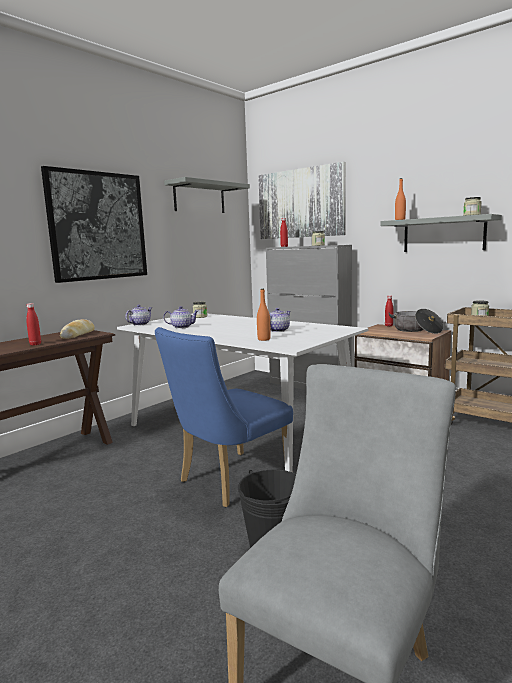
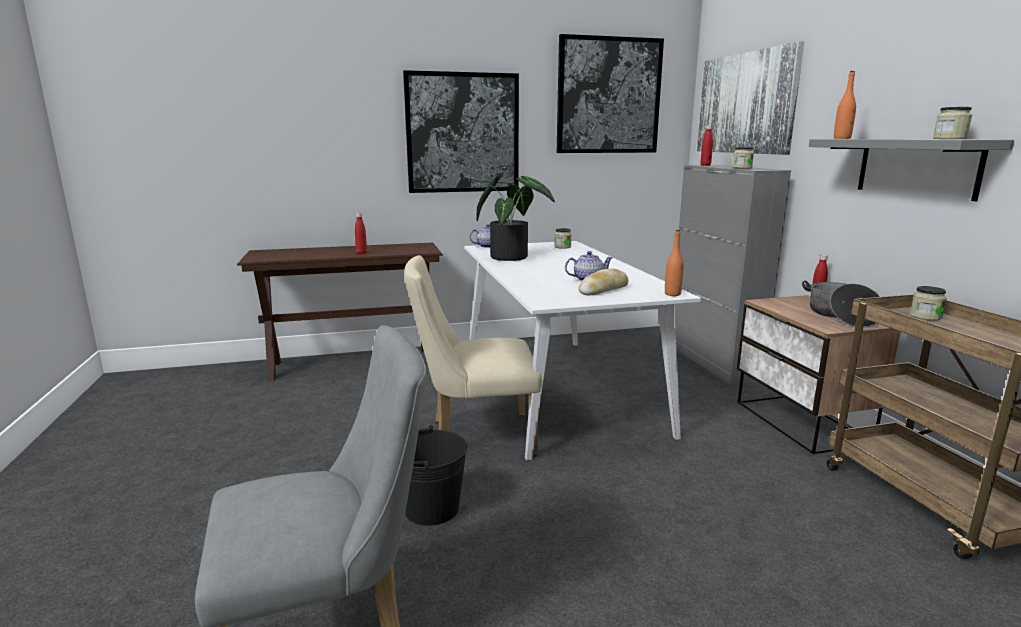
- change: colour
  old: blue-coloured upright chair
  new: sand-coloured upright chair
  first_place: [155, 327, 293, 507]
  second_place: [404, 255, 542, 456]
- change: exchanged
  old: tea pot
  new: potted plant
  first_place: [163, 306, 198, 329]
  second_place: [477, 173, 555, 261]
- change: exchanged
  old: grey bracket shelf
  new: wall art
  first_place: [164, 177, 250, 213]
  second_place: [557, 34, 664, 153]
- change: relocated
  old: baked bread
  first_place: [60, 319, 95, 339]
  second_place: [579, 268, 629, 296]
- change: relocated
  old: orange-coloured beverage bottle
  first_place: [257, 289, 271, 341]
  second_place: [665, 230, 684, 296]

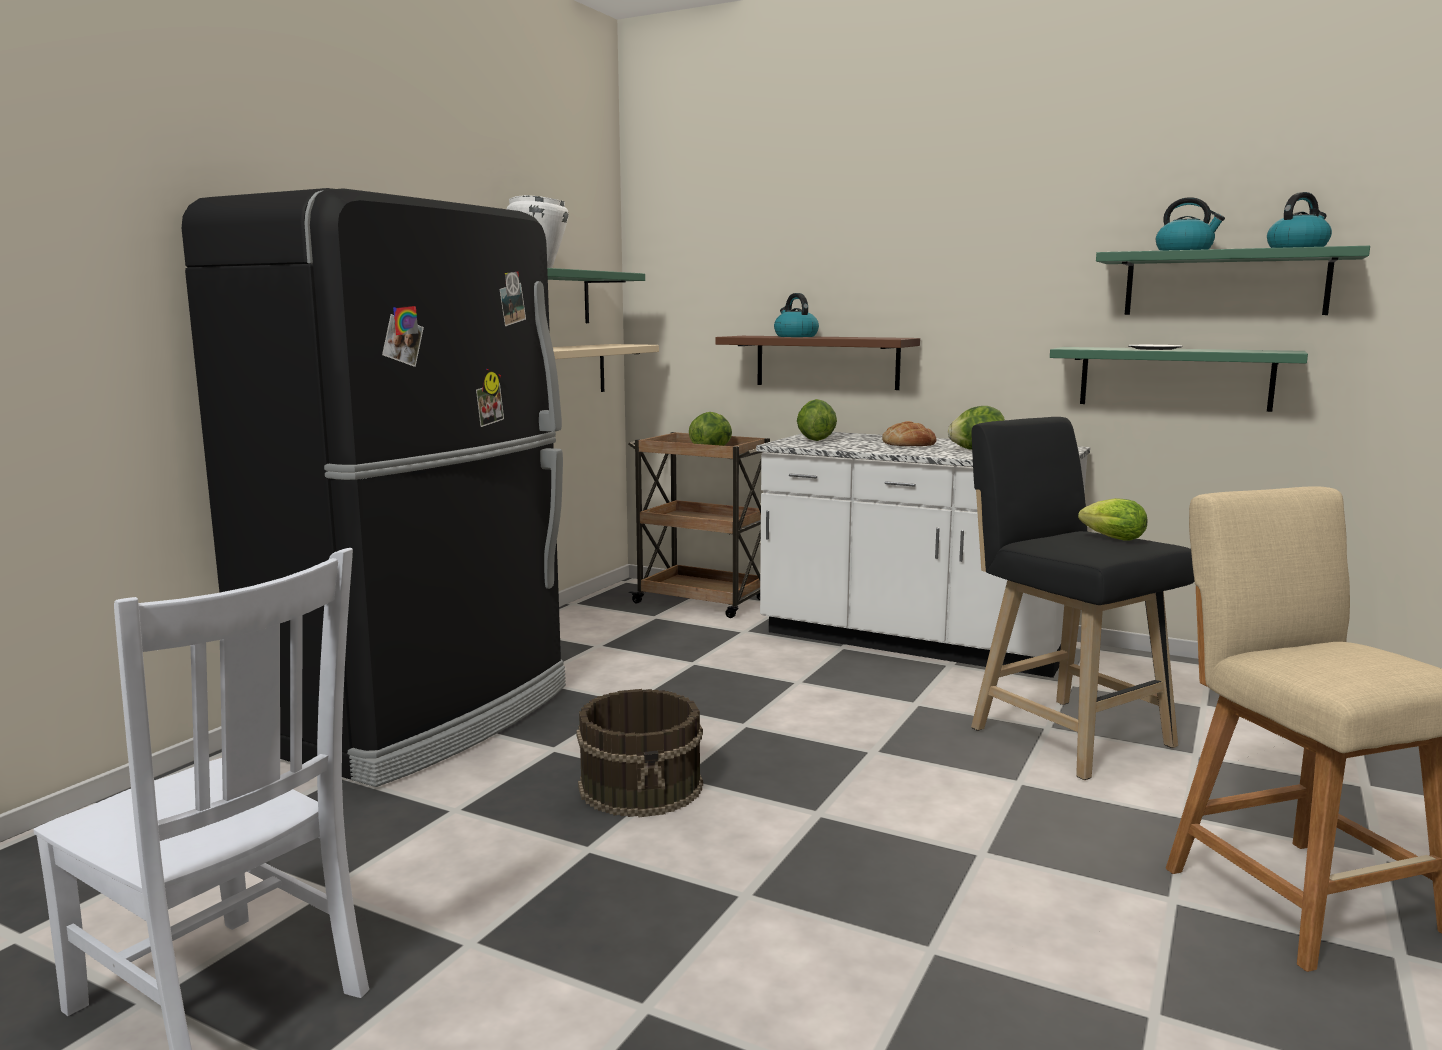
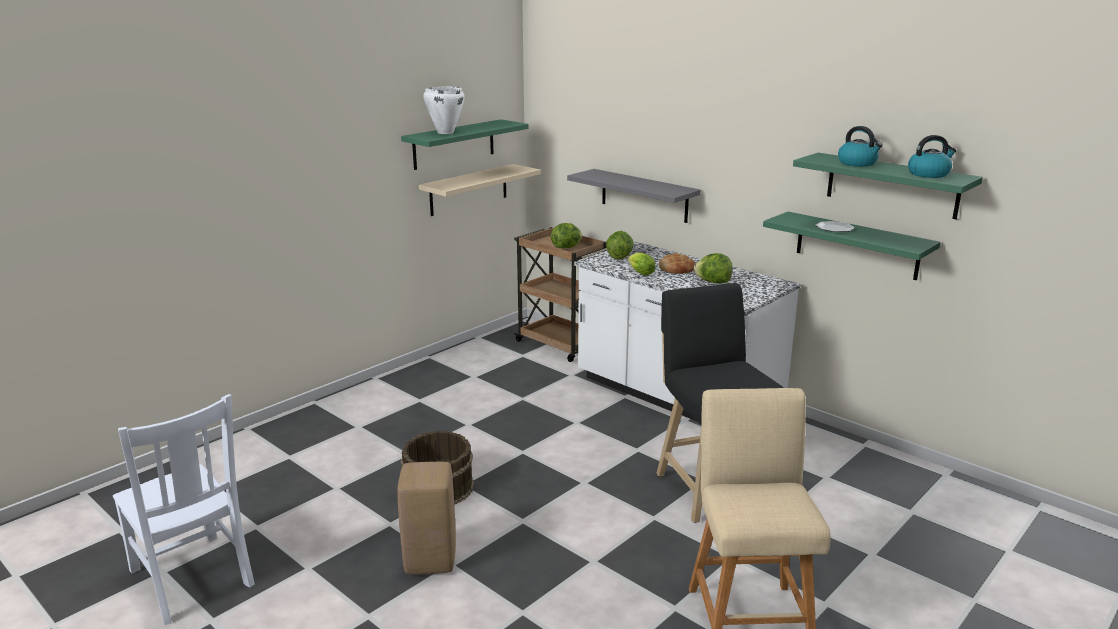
- change: appeared
  new: sand-coloured stool
  second_place: [397, 462, 456, 574]
- change: colour
  old: brown bracket shelf
  new: grey bracket shelf
  first_place: [715, 336, 920, 390]
  second_place: [567, 169, 701, 223]
- change: relocated
  old: lettuce head
  first_place: [1078, 498, 1147, 541]
  second_place: [628, 253, 655, 275]
- change: missing
  old: blackish refrigerator
  first_place: [182, 188, 566, 787]
- change: missing
  old: kettle
  first_place: [774, 293, 819, 337]

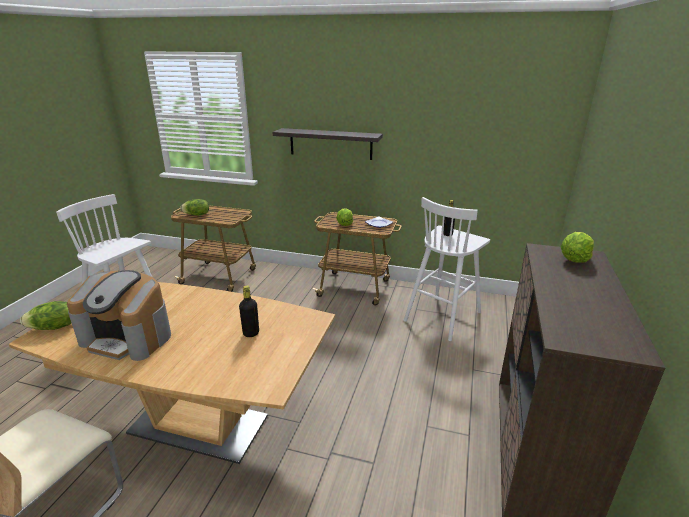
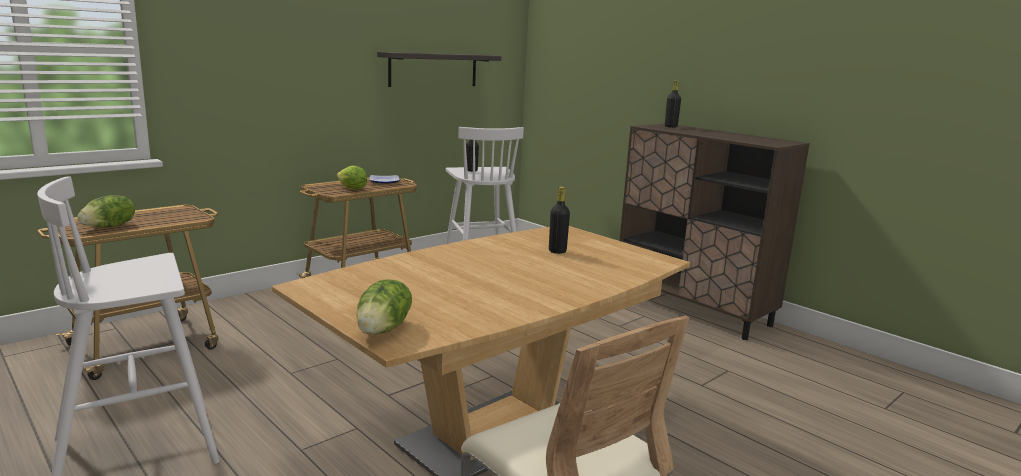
- change: relocated
  old: bracket shelf
  first_place: [273, 128, 383, 160]
  second_place: [377, 52, 501, 87]
- change: exchanged
  old: lettuce head
  new: blackish beverage bottle
  first_place: [561, 232, 594, 263]
  second_place: [665, 80, 681, 128]
- change: missing
  old: coffee machine
  first_place: [67, 270, 171, 361]

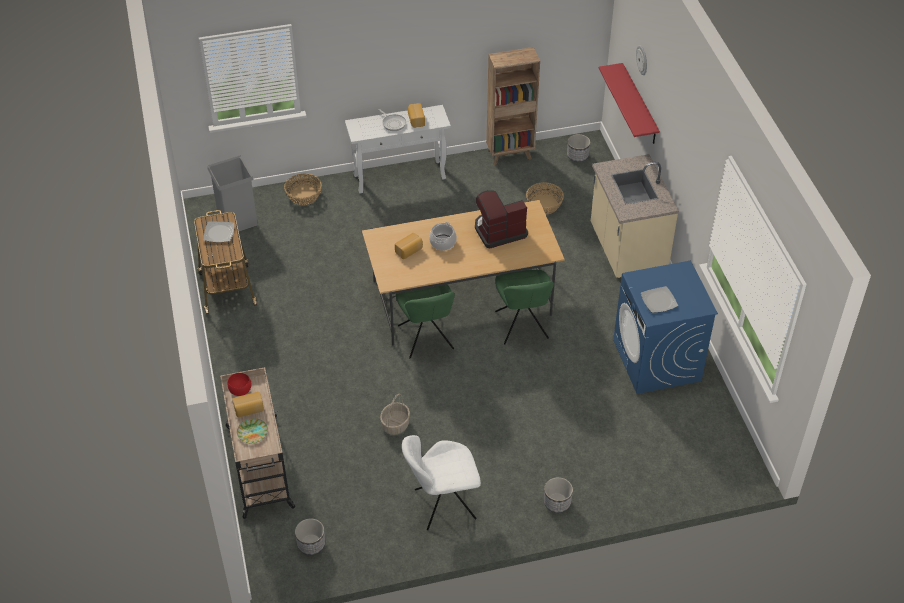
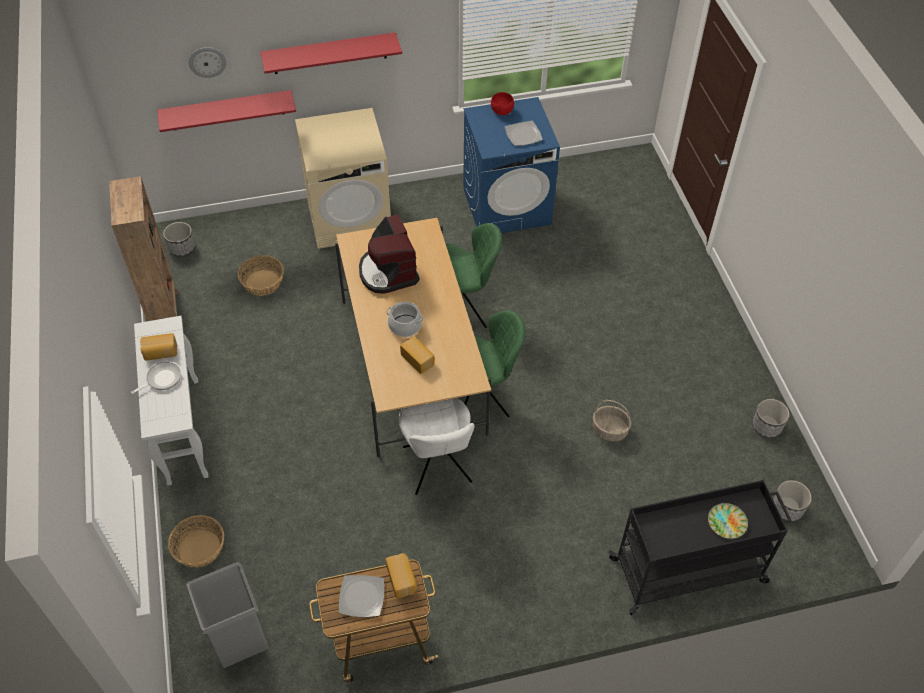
- change: appeared
  new: reddish bracket shelf
  second_place: [260, 32, 402, 74]
- change: exchanged
  old: sand-coloured kitchen counter
  new: sand-coloured laundry machine
  first_place: [591, 154, 679, 278]
  second_place: [295, 108, 391, 249]
- change: relocated
  old: baked bread
  first_place: [233, 392, 264, 417]
  second_place: [386, 553, 417, 598]
- change: relocated
  old: whitish upright chair
  first_place: [402, 435, 481, 530]
  second_place: [399, 398, 475, 495]
- change: relocated
  old: reddish bowl
  first_place: [228, 373, 251, 396]
  second_place: [491, 92, 514, 115]
- change: colour
  old: sand-coloured cart
  new: blackish cart
  first_place: [220, 367, 295, 519]
  second_place: [609, 480, 792, 616]
- change: relocated
  old: planter
  first_place: [544, 477, 573, 513]
  second_place: [752, 399, 790, 438]

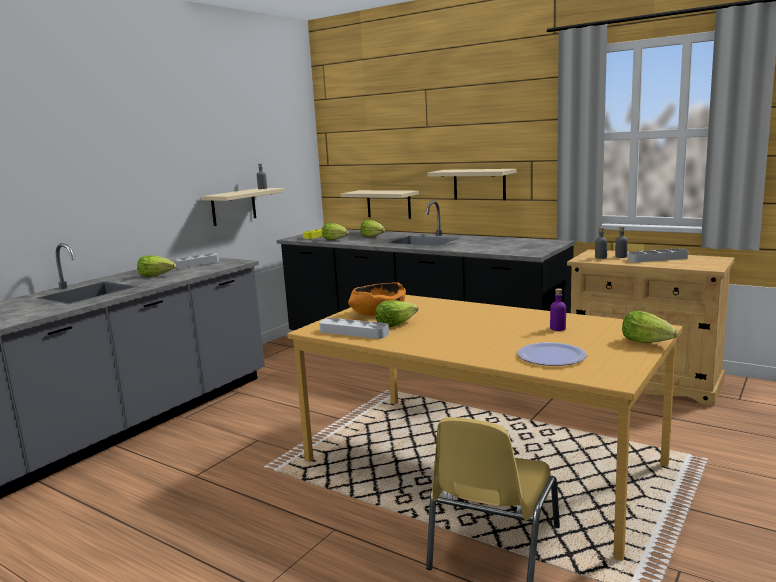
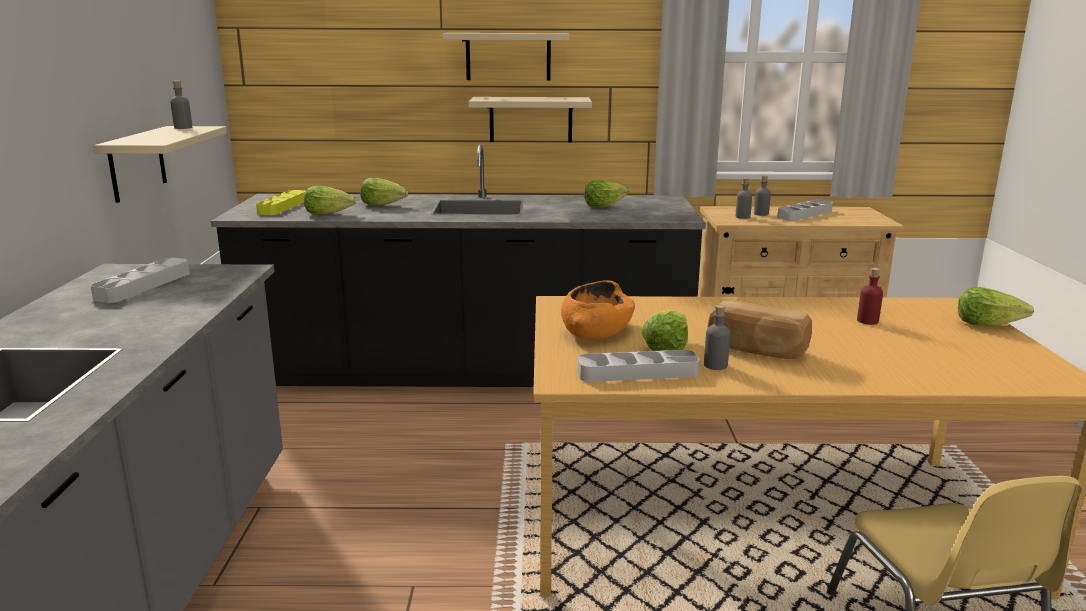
- change: relocated
  old: sand-coloured bracket shelf
  first_place: [341, 190, 419, 219]
  second_place: [443, 33, 569, 81]
- change: relocated
  old: lettuce head
  first_place: [137, 255, 176, 277]
  second_place: [584, 180, 628, 208]
- change: appeared
  new: grey beverage bottle
  second_place: [704, 305, 730, 370]
- change: appeared
  new: baked bread
  second_place: [708, 299, 812, 359]
- change: colour
  old: purple beverage bottle
  new: reddish beverage bottle
  first_place: [550, 288, 566, 331]
  second_place: [857, 268, 883, 325]
- change: missing
  old: flat dish
  first_place: [517, 342, 587, 366]

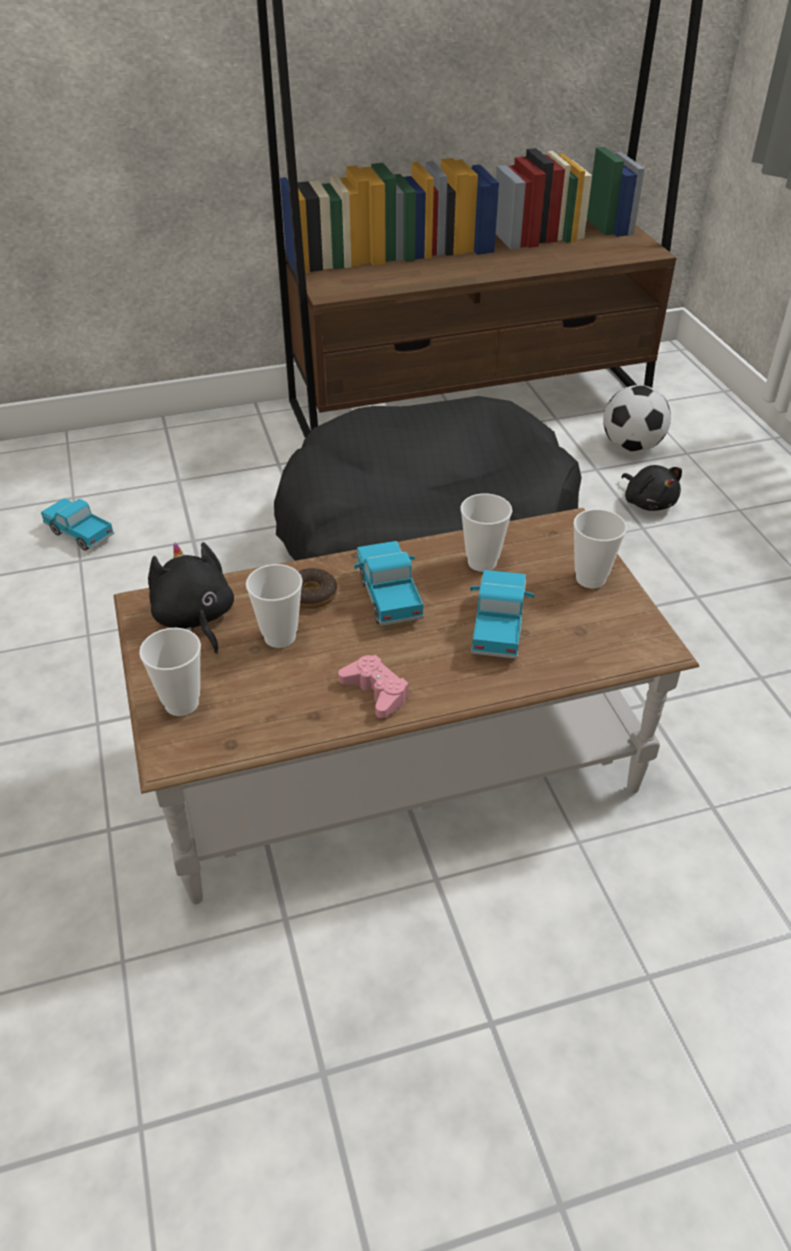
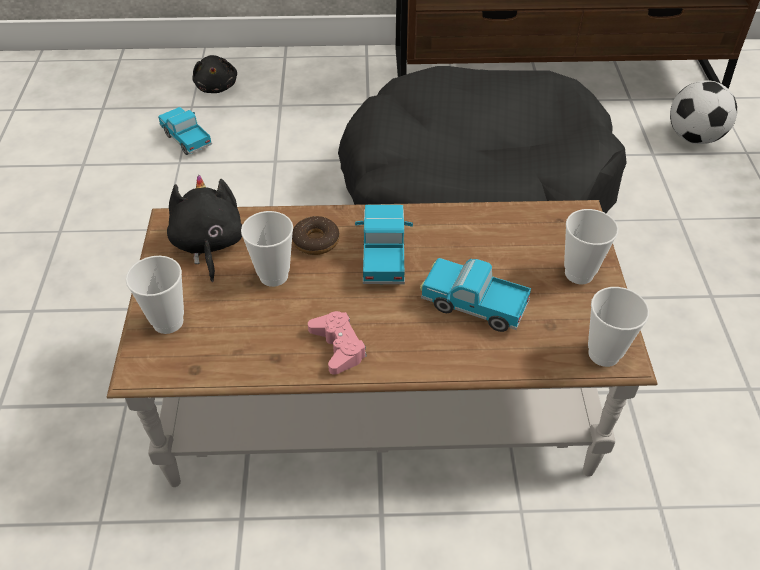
- change: relocated
  old: blackish soft toy
  first_place: [621, 465, 682, 511]
  second_place: [192, 55, 237, 93]
- change: spun
  old: model truck
  first_place: [470, 570, 534, 659]
  second_place: [420, 258, 531, 332]
  degrees: -90
- change: relocated
  old: small cup
  first_place: [460, 494, 512, 572]
  second_place: [588, 287, 649, 367]

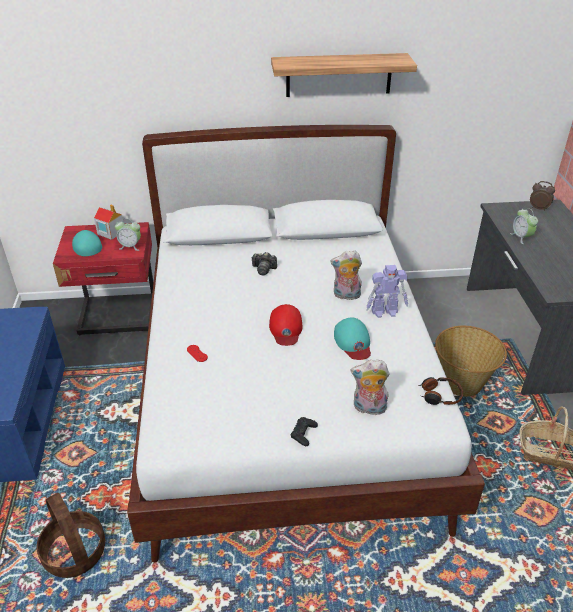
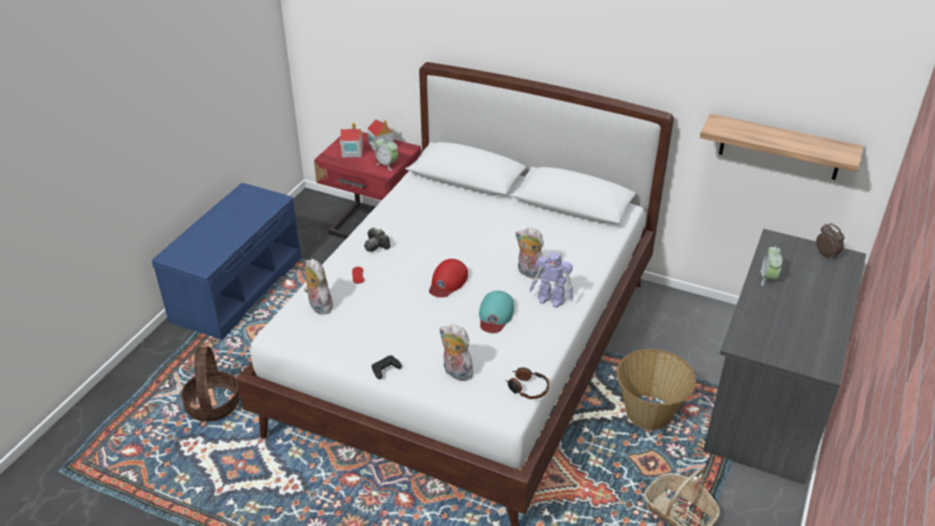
- change: appeared
  new: soft toy
  second_place: [304, 259, 335, 315]
- change: exchanged
  old: blue-green cap
  new: miniature house
  first_place: [72, 230, 102, 256]
  second_place: [340, 123, 363, 157]
- change: relocated
  old: photo camera
  first_place: [251, 252, 277, 276]
  second_place: [364, 227, 391, 252]
- change: relocated
  old: bracket shelf
  first_place: [271, 53, 417, 97]
  second_place: [700, 114, 864, 180]

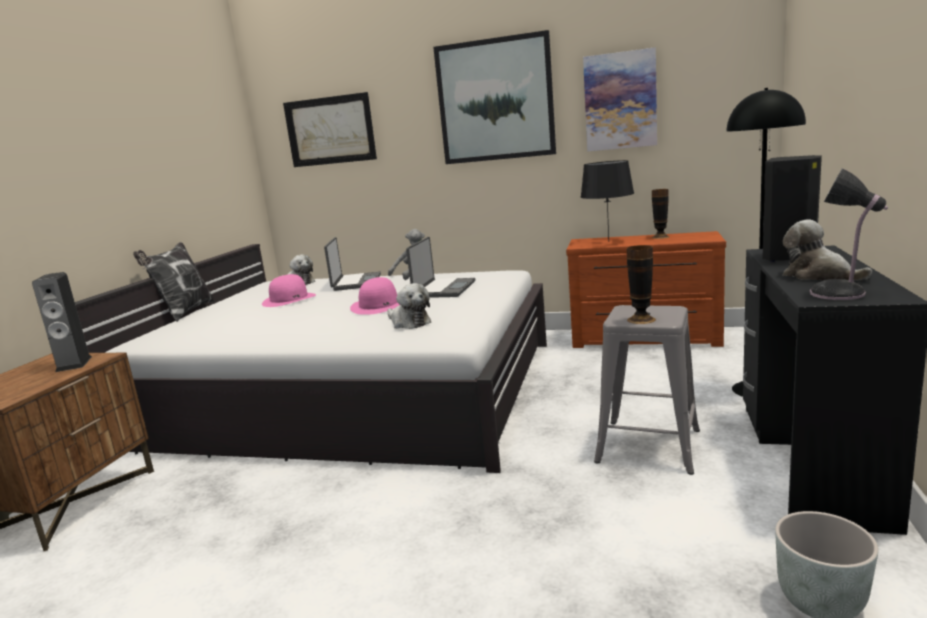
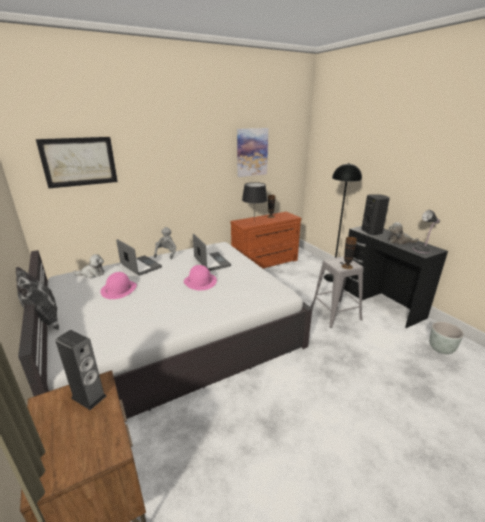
- change: missing
  old: soft toy
  first_place: [387, 283, 431, 329]
- change: missing
  old: wall art
  first_place: [433, 30, 556, 164]

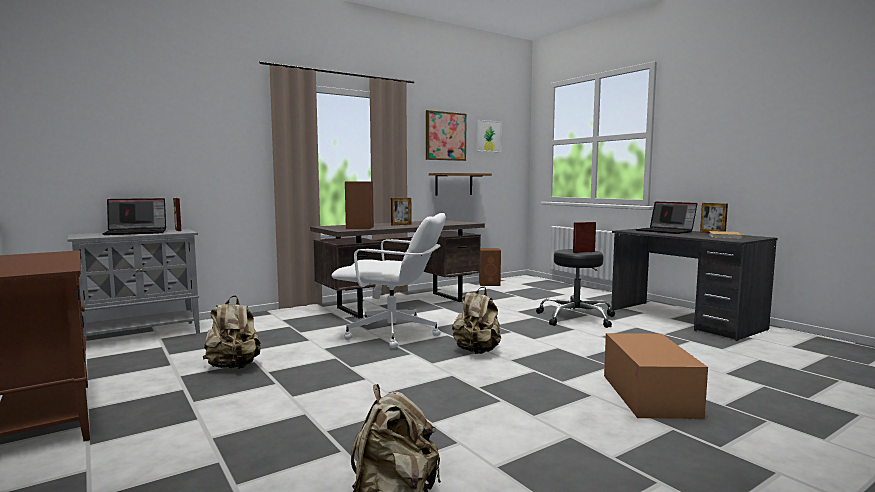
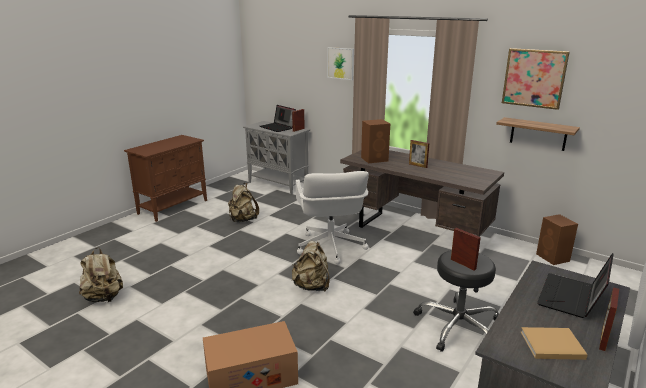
- change: relocated
  old: wall art
  first_place: [476, 120, 502, 152]
  second_place: [327, 47, 354, 80]

